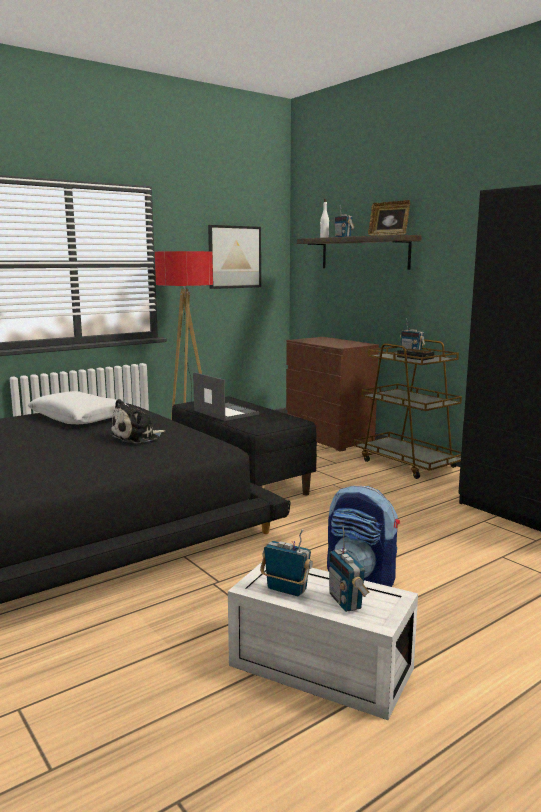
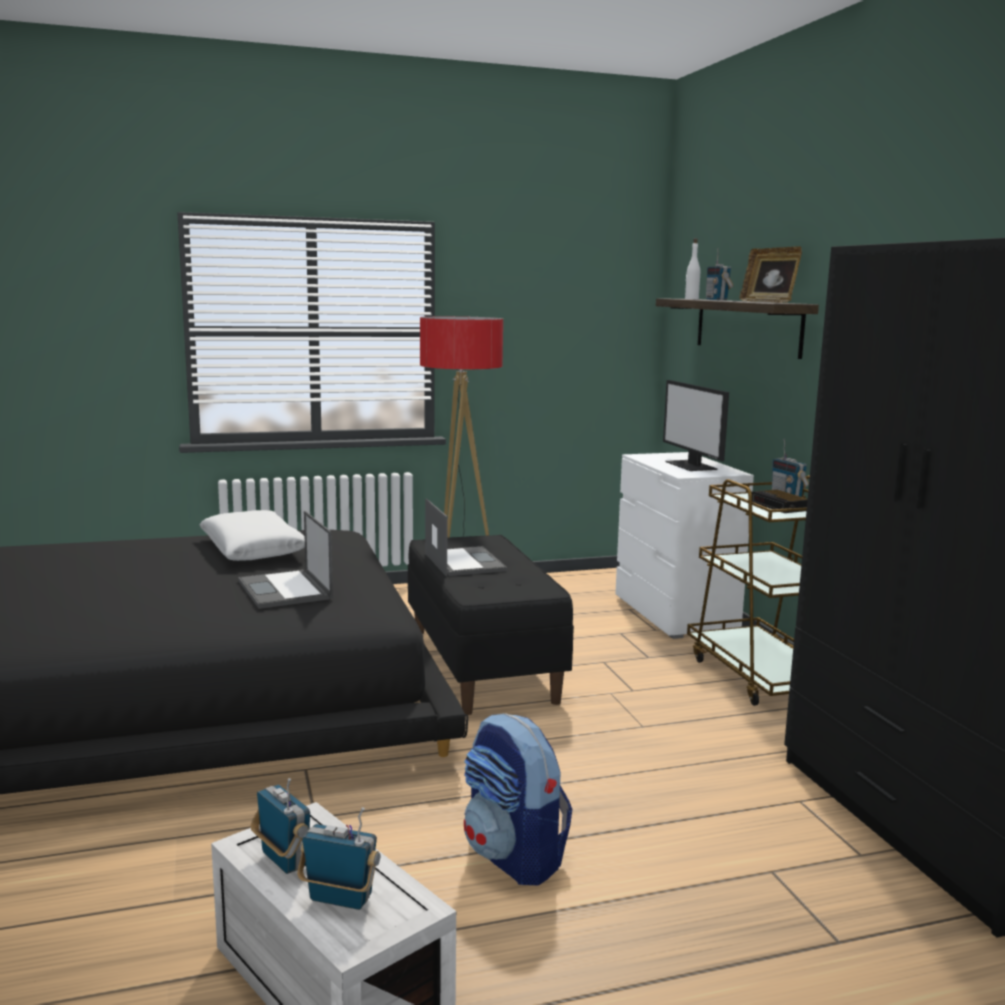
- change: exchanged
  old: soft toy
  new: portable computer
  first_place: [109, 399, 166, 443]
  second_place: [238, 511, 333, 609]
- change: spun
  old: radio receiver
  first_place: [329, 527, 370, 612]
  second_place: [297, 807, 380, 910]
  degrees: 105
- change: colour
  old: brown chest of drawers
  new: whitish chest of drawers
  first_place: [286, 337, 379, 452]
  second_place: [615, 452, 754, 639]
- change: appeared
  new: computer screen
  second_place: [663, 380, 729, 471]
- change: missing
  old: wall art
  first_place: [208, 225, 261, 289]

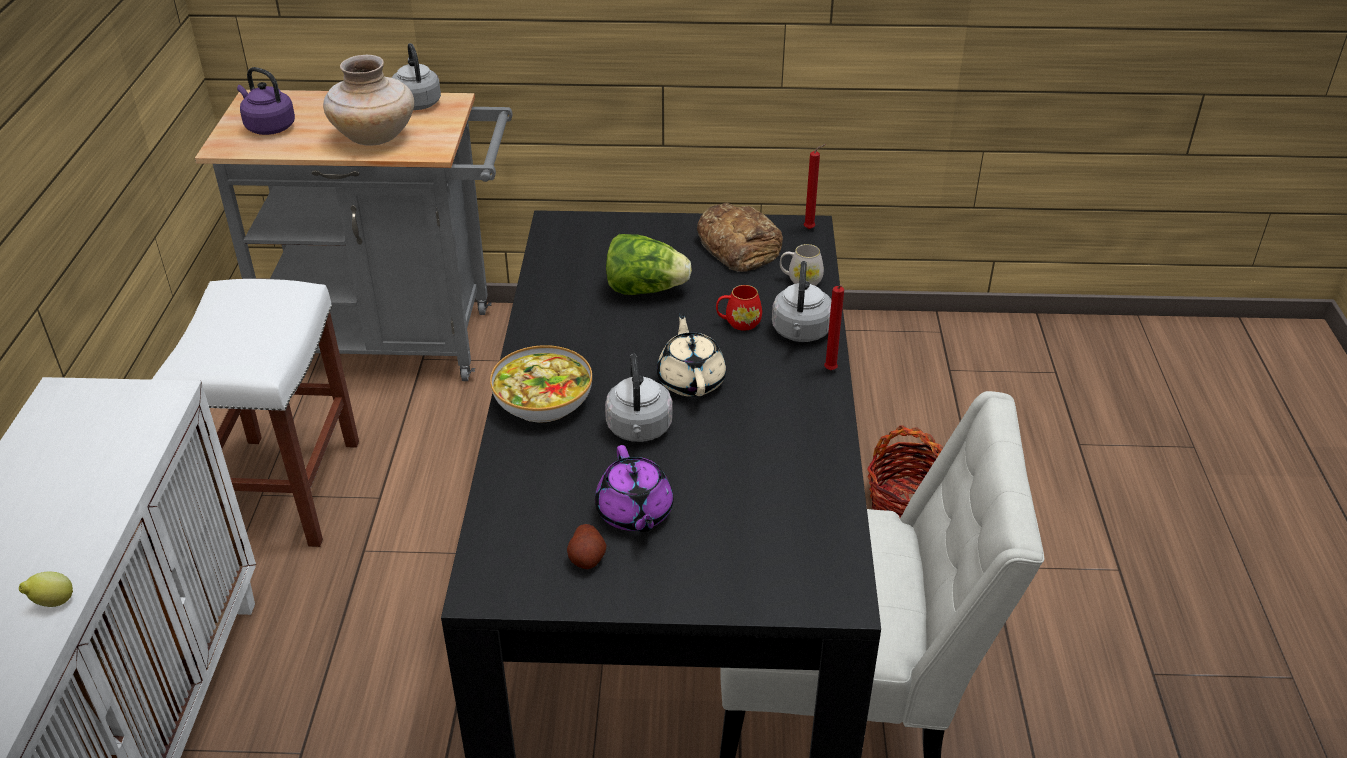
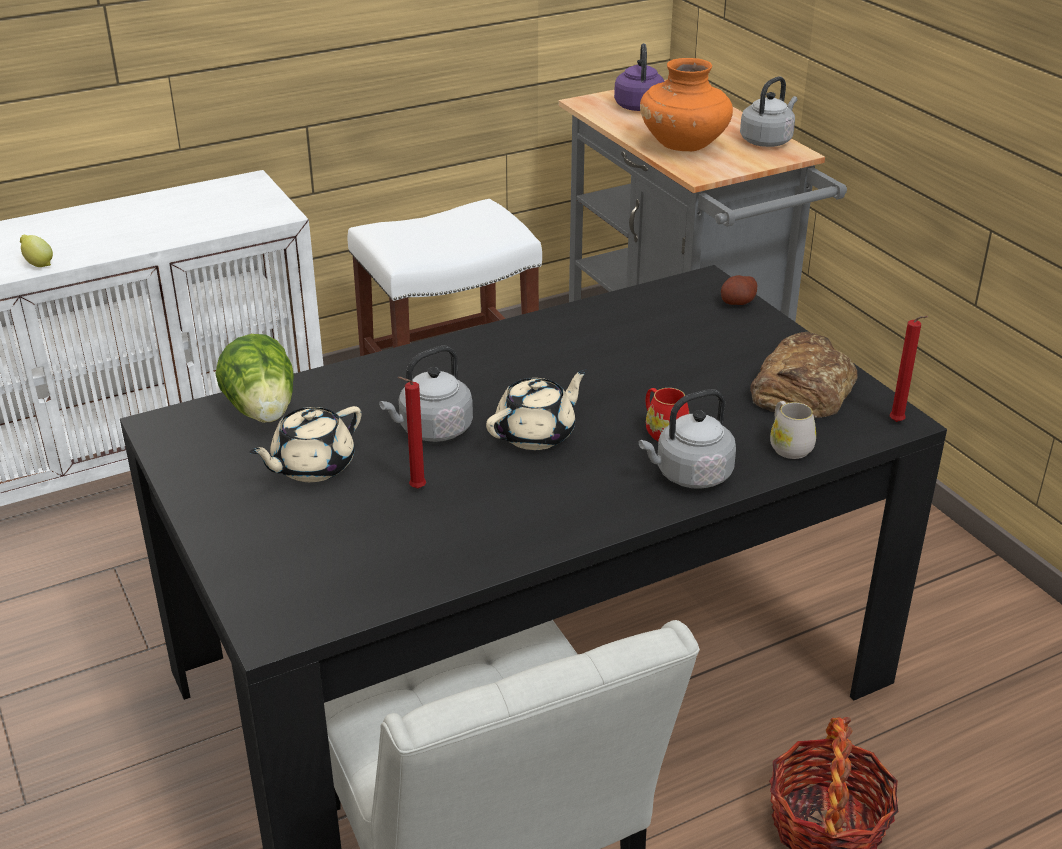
- change: relocated
  old: lettuce head
  first_place: [606, 234, 692, 295]
  second_place: [215, 334, 294, 423]
- change: colour
  old: purple tea pot
  new: sand-coloured tea pot
  first_place: [595, 445, 674, 532]
  second_place: [249, 406, 361, 482]
- change: relocated
  old: reddish wax candle
  first_place: [824, 285, 844, 370]
  second_place: [398, 377, 426, 489]
- change: colour
  old: sand-coloured flower vase
  new: orange-coloured flower vase
  first_place: [323, 55, 414, 146]
  second_place: [640, 58, 733, 151]
- change: relocated
  old: potato
  first_place: [567, 524, 606, 569]
  second_place: [721, 275, 757, 305]
- change: missing
  old: bowl
  first_place: [490, 345, 592, 423]

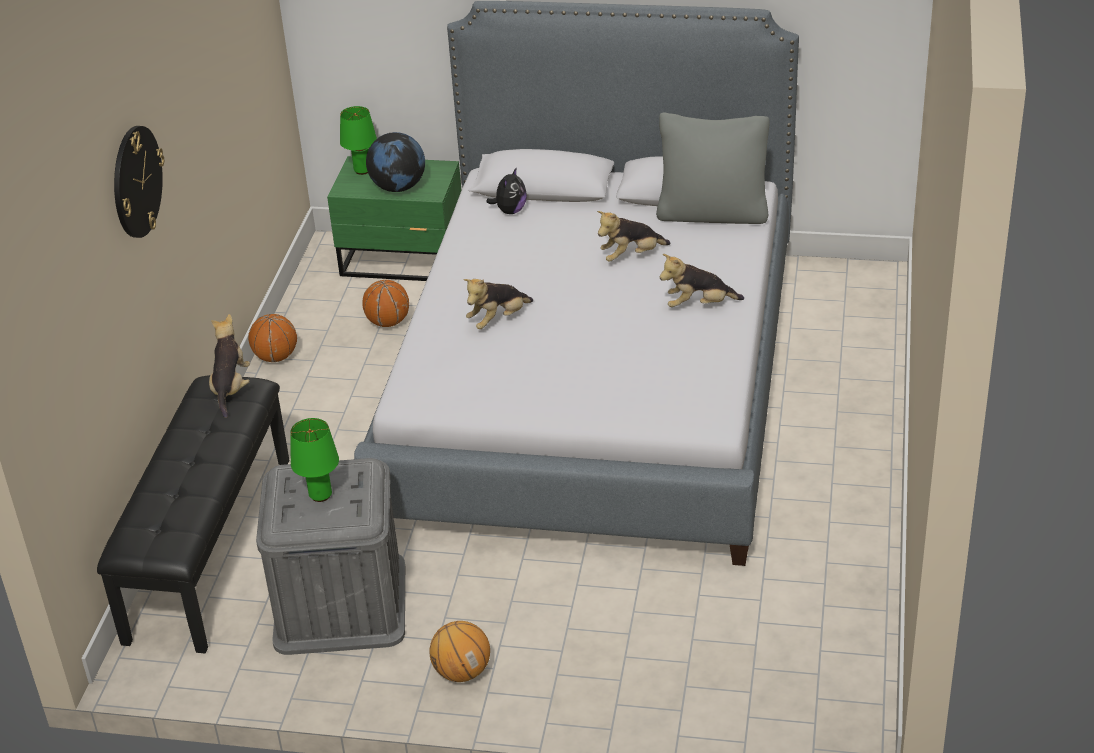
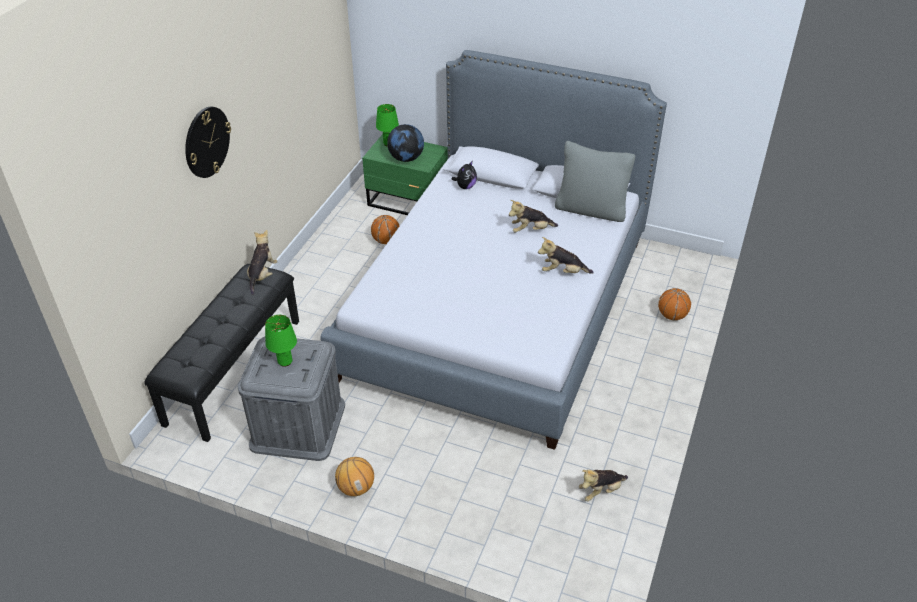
- change: relocated
  old: soft toy
  first_place: [463, 279, 533, 329]
  second_place: [579, 470, 628, 501]
- change: relocated
  old: ball for basketball
  first_place: [248, 314, 297, 362]
  second_place: [658, 288, 691, 320]

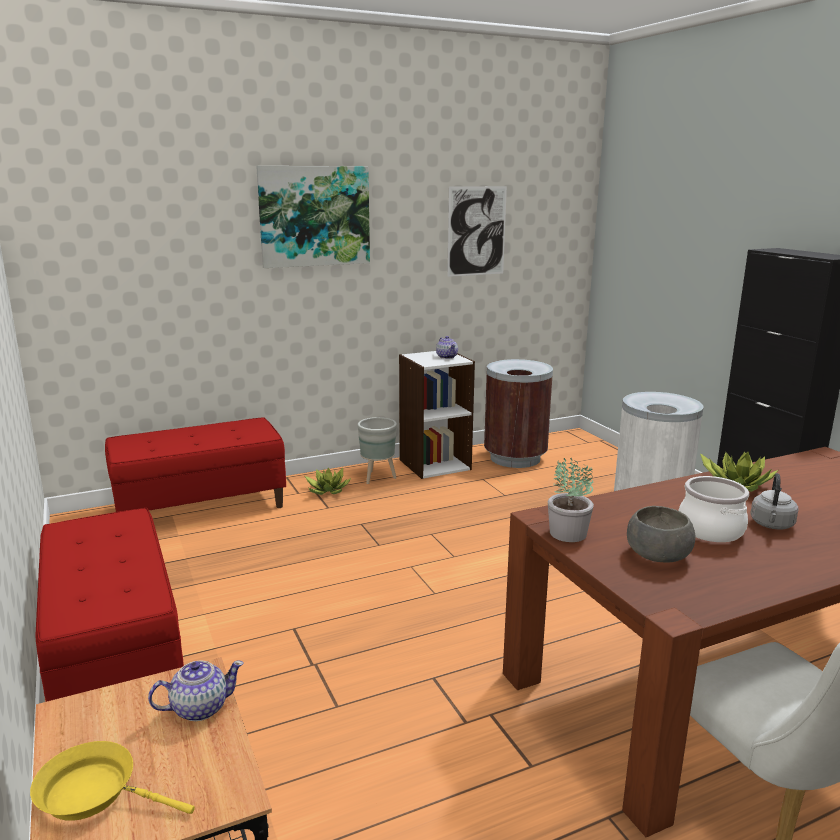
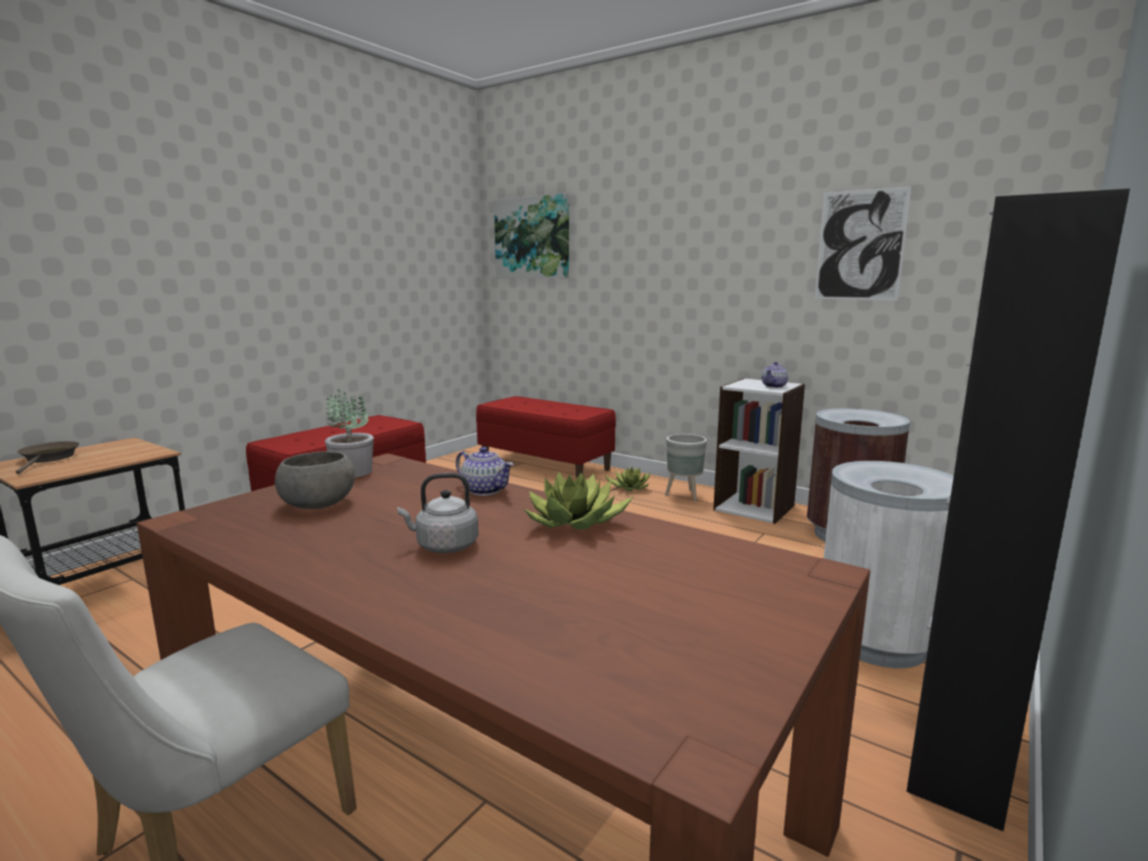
- change: colour
  old: yellowish skillet
  new: brown skillet
  first_place: [30, 741, 195, 821]
  second_place: [16, 441, 79, 474]
- change: relocated
  old: tea pot
  first_place: [148, 661, 244, 721]
  second_place: [456, 447, 514, 496]
- change: relocated
  old: wall art
  first_place: [256, 166, 370, 268]
  second_place: [494, 193, 569, 278]
- change: missing
  old: saucepot
  first_place: [678, 476, 749, 542]

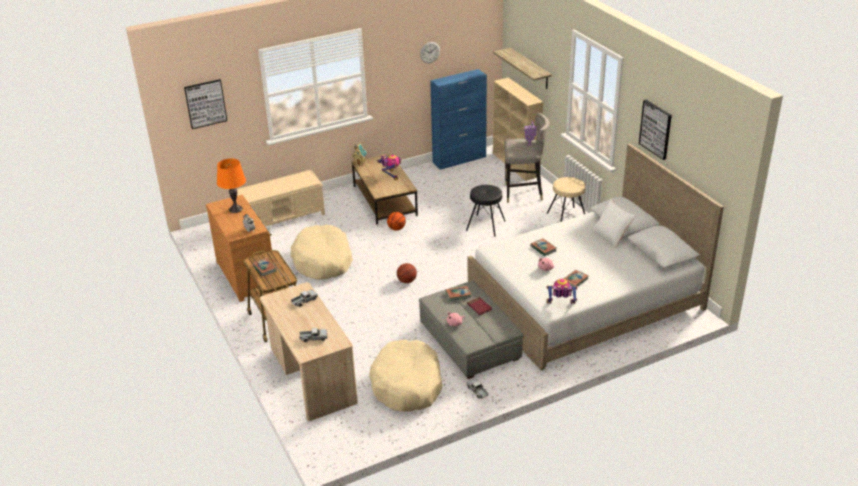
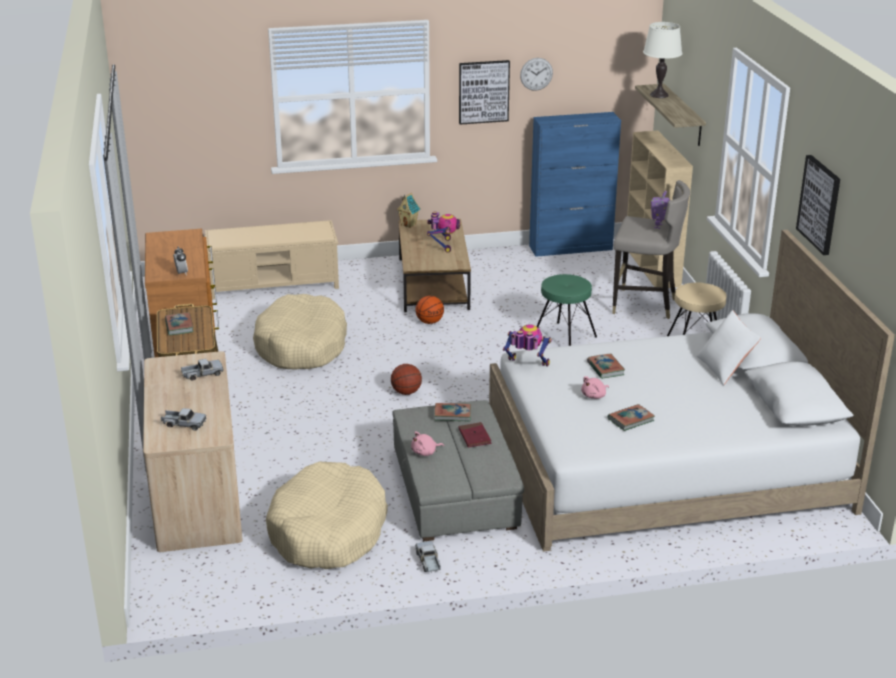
- change: relocated
  old: wall art
  first_place: [184, 79, 227, 129]
  second_place: [459, 60, 510, 125]
- change: relocated
  old: robot figure
  first_place: [546, 279, 577, 304]
  second_place: [503, 325, 552, 366]
- change: colour
  old: blackish stool
  new: greenish stool
  first_place: [466, 185, 505, 237]
  second_place: [536, 274, 597, 346]
- change: appeared
  new: whitish table lamp
  second_place: [643, 22, 682, 98]
- change: missing
  old: orange-coloured table lamp
  first_place: [217, 159, 246, 213]

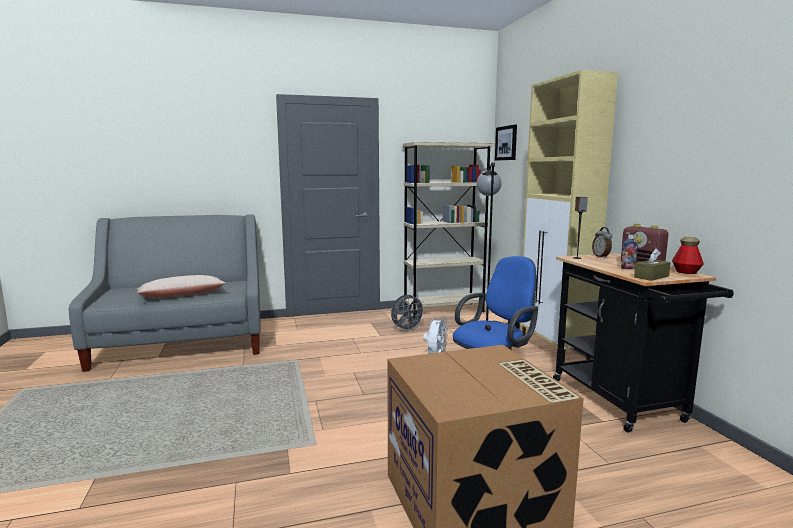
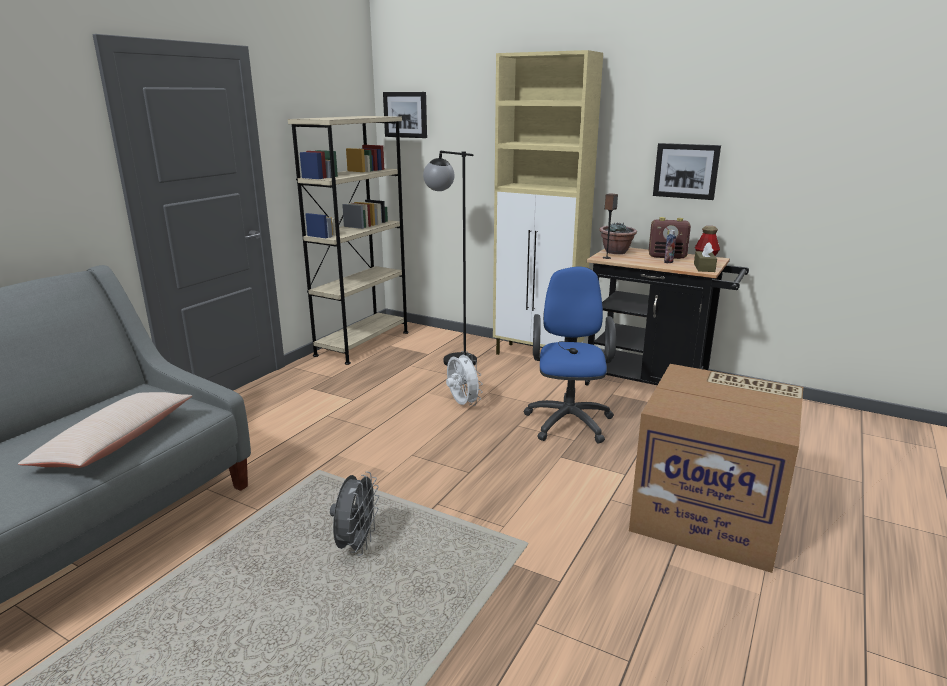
- change: relocated
  old: grey electric fan
  first_place: [391, 295, 425, 331]
  second_place: [330, 472, 379, 555]
- change: exchanged
  old: alarm clock
  new: potted plant
  first_place: [592, 227, 612, 258]
  second_place: [599, 222, 637, 254]
- change: appeared
  new: wall art
  second_place: [653, 143, 721, 200]

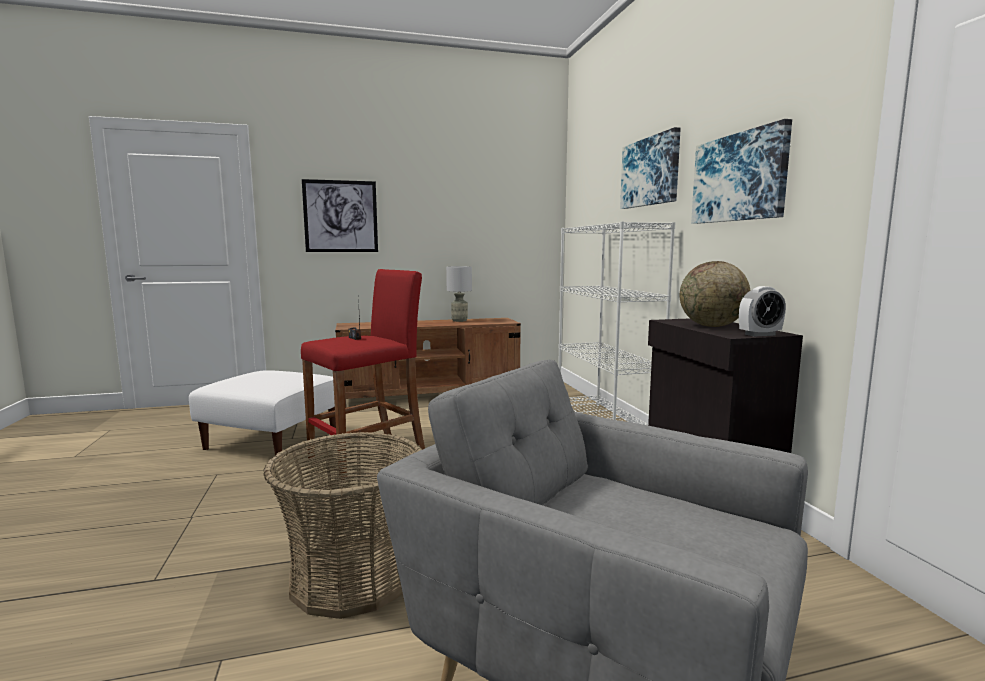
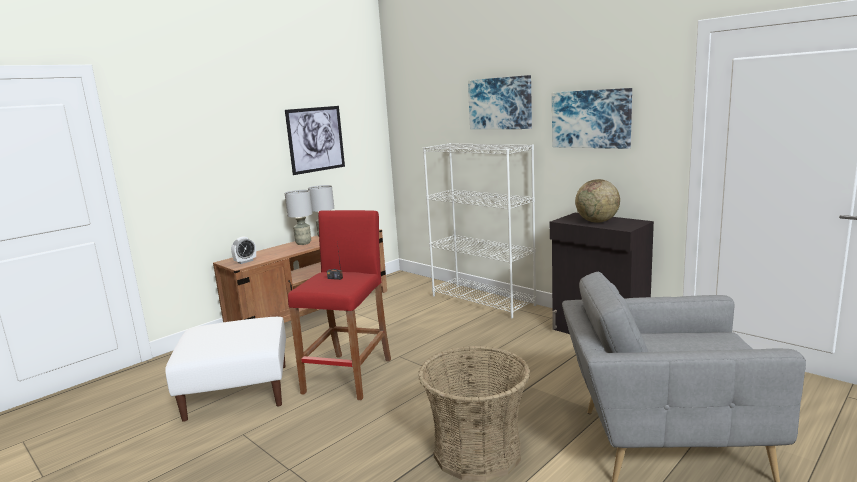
- change: relocated
  old: alarm clock
  first_place: [739, 286, 786, 336]
  second_place: [231, 236, 256, 264]
- change: relocated
  old: wall art
  first_place: [302, 179, 378, 252]
  second_place: [285, 106, 345, 175]
- change: appeared
  new: grey table lamp
  second_place: [285, 190, 313, 245]

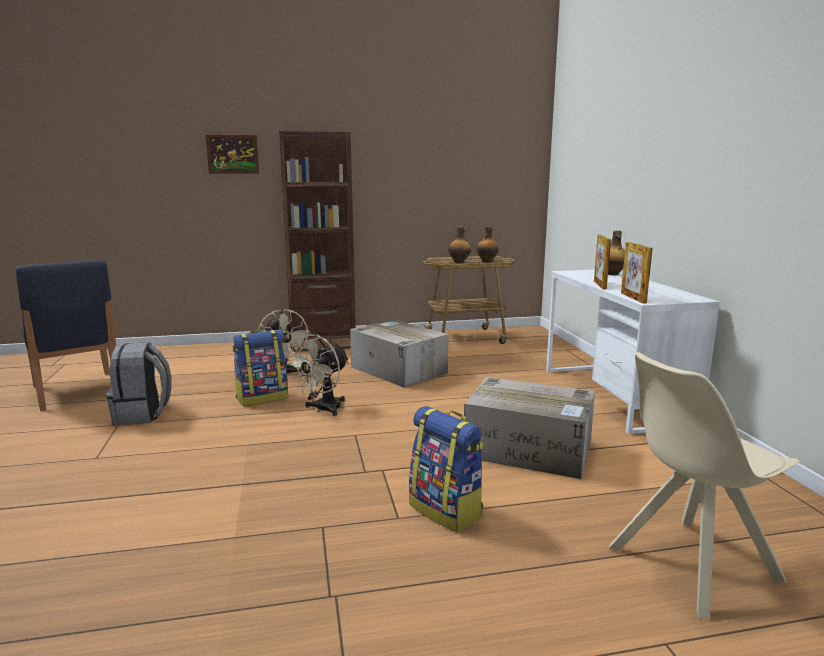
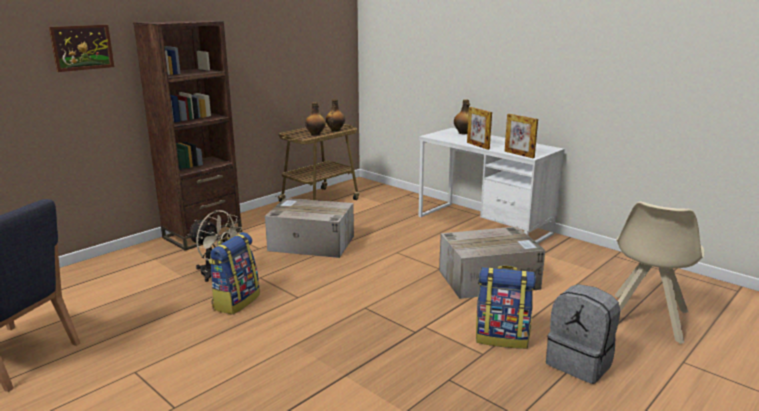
- change: relocated
  old: grey rucksack
  first_place: [106, 342, 172, 425]
  second_place: [546, 284, 620, 384]
- change: missing
  old: sand-coloured electric fan
  first_place: [286, 334, 349, 416]

